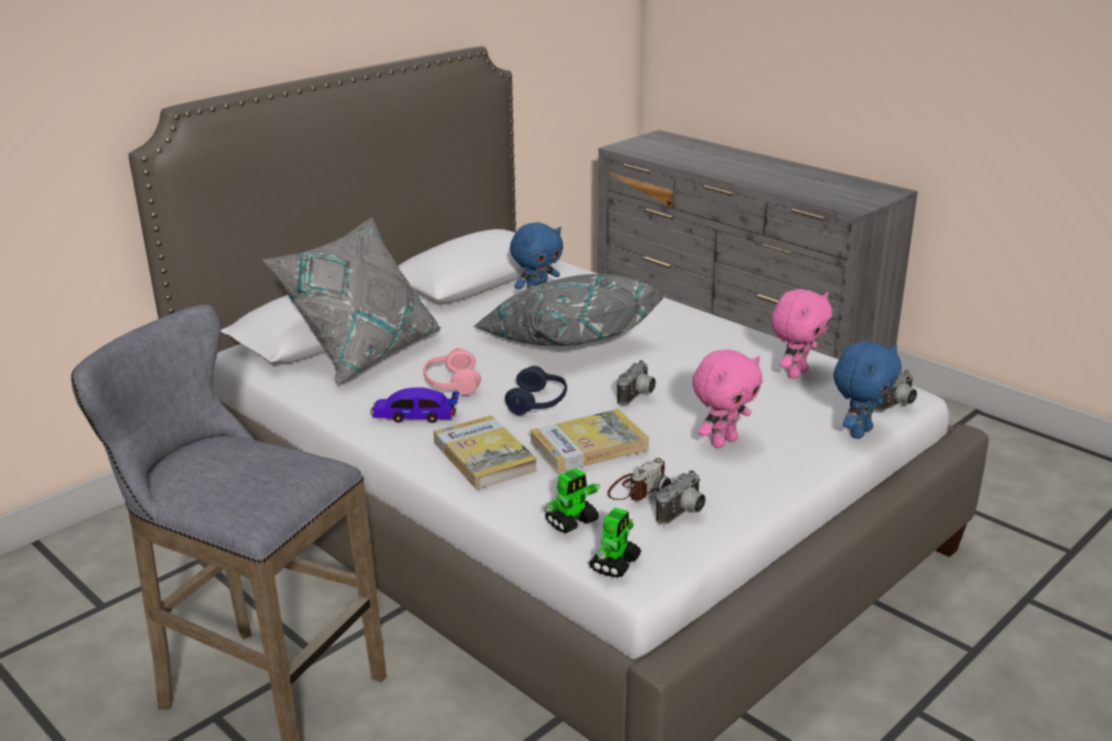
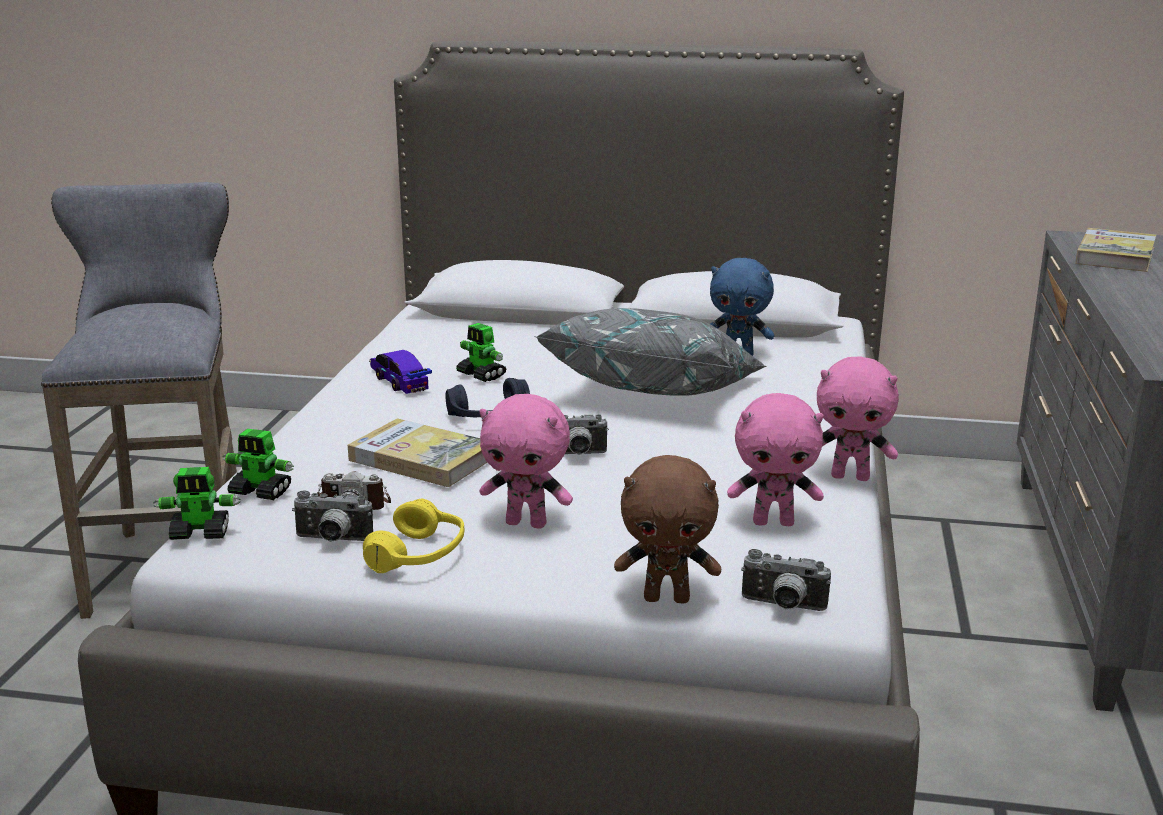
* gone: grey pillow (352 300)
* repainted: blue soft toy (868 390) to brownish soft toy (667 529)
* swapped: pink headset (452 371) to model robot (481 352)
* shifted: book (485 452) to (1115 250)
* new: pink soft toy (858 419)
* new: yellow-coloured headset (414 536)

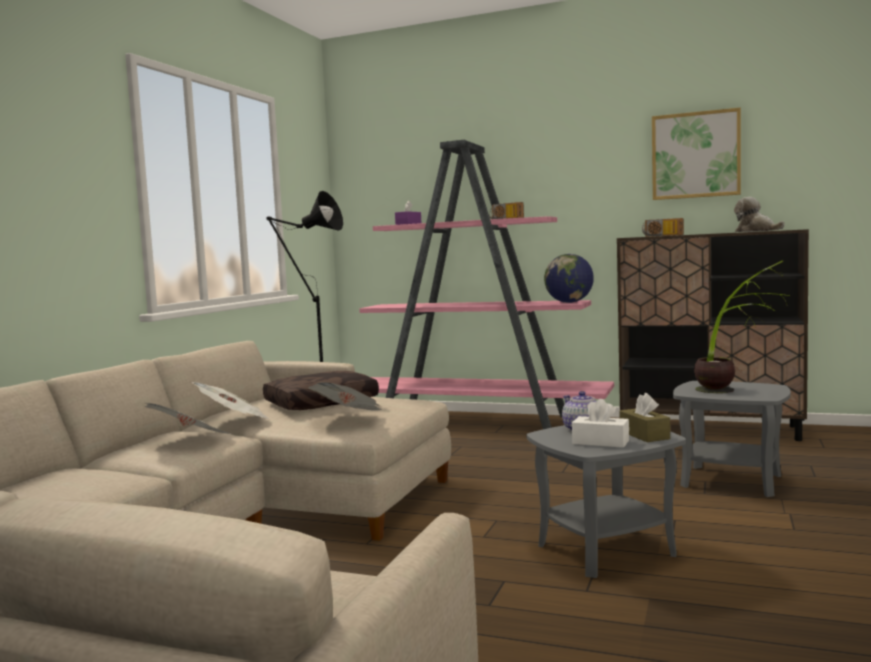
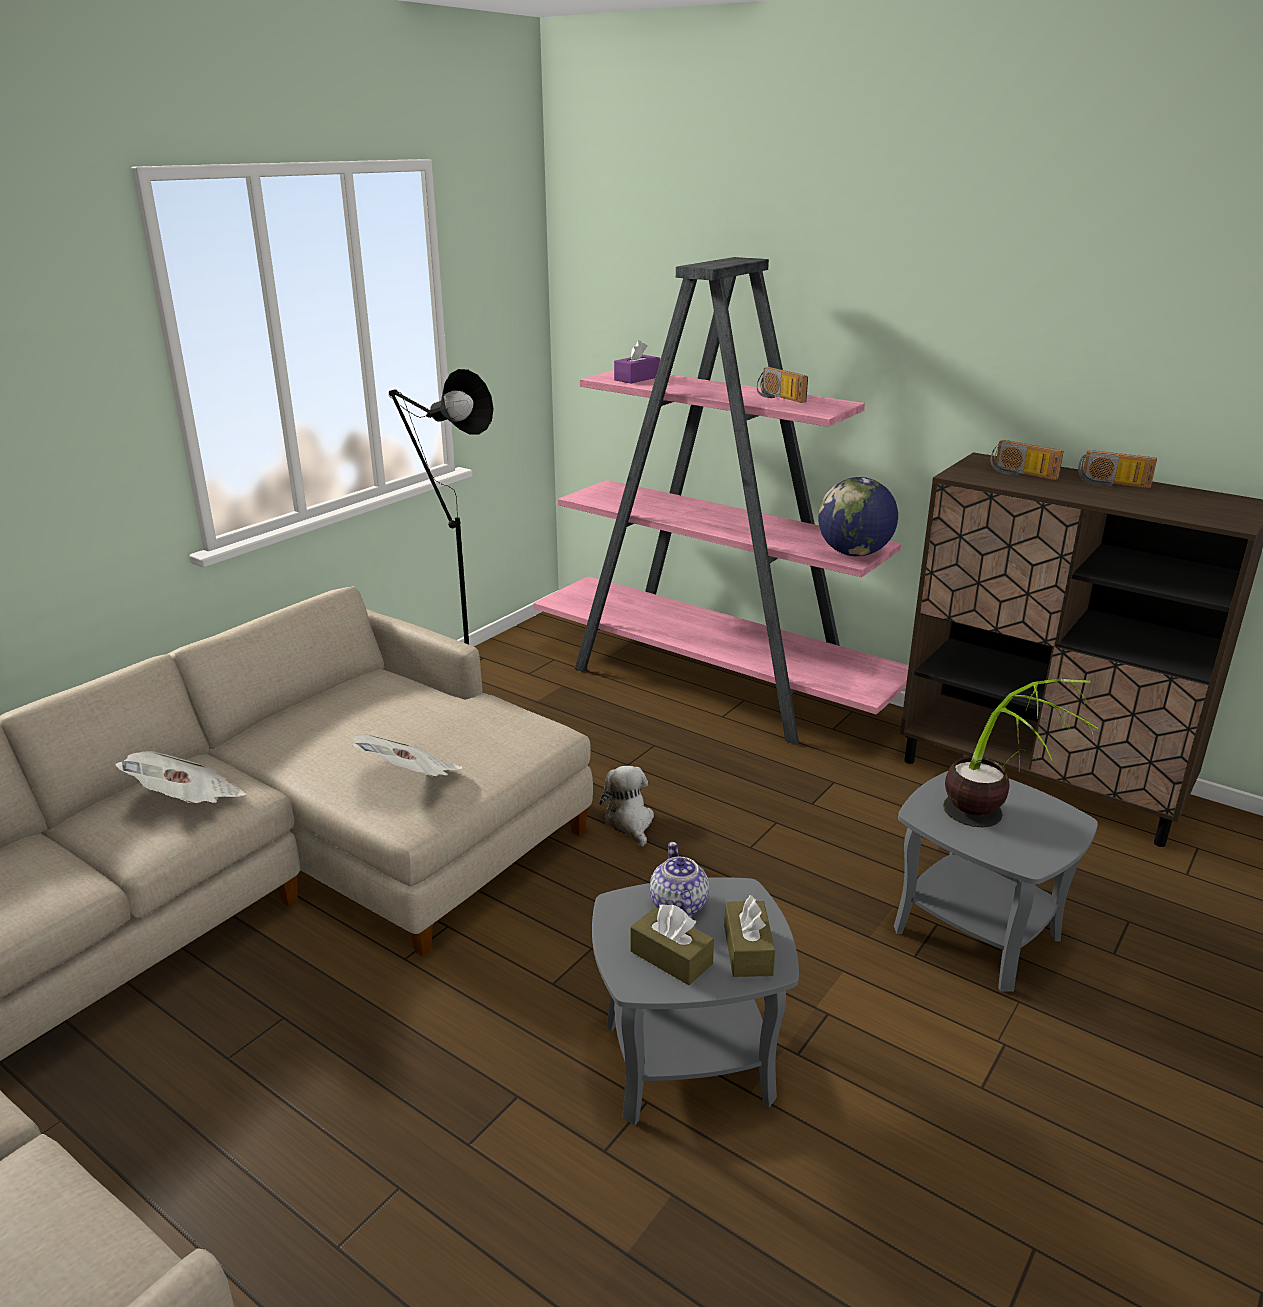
* gone: wall picture (696 153)
* shifted: soft toy (759 214) to (626 806)
* gone: brownish pillow (321 390)
* gone: newspaper (230 400)
* repainted: white box of tissues (600 423) to brownish box of tissues (672 944)
* new: radio (1117 469)

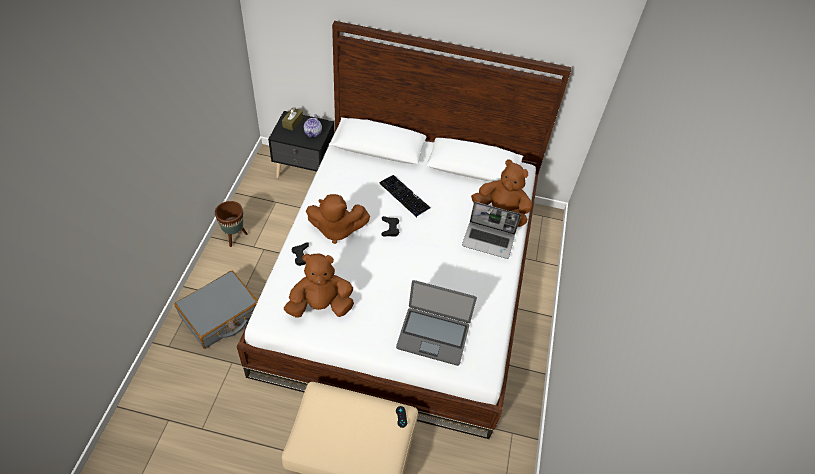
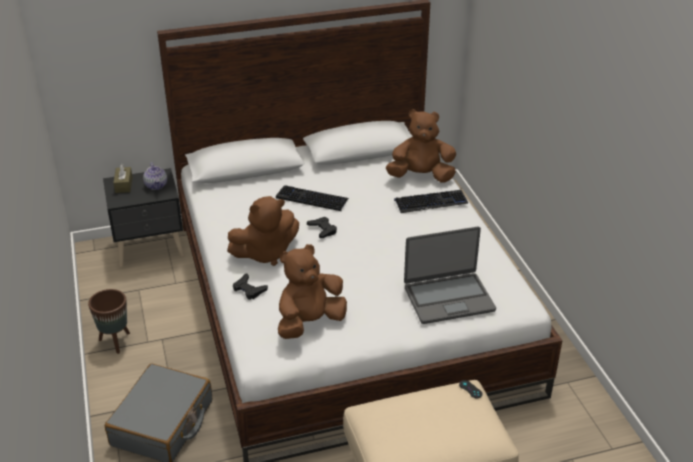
* swapped: laptop (491 230) to PC keyboard (431 201)

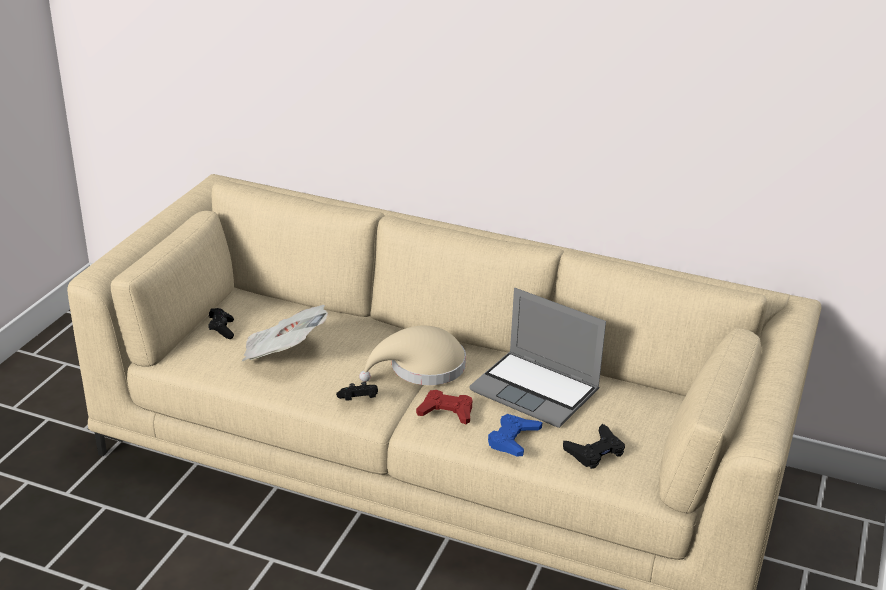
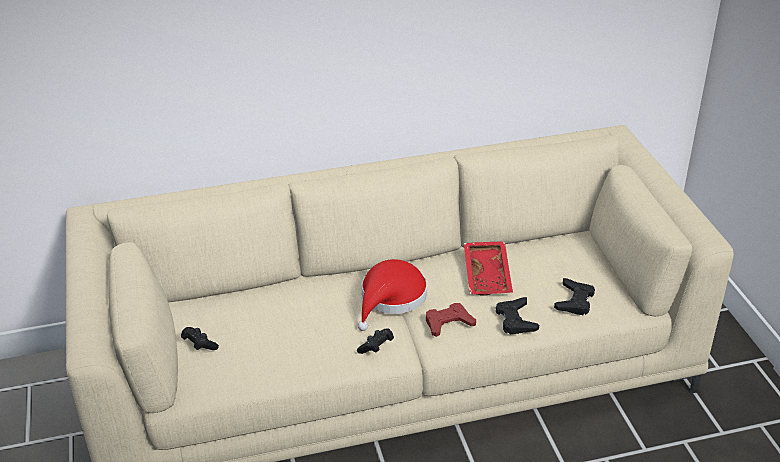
* swapped: laptop (538 358) to reddish tray (488 268)
* gone: newspaper (285 333)
* repainted: sand-coloured clothing hat (412 355) to reddish clothing hat (392 295)
* repainted: blue game controller (515 435) to blackish game controller (517 316)

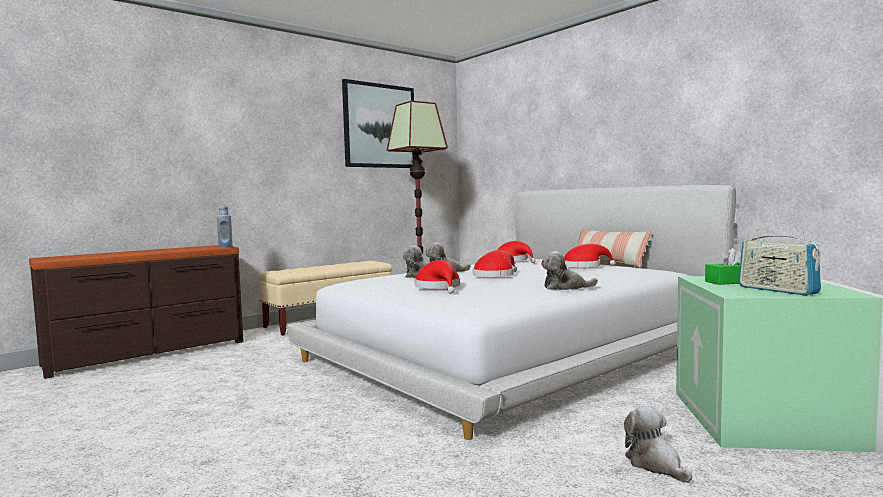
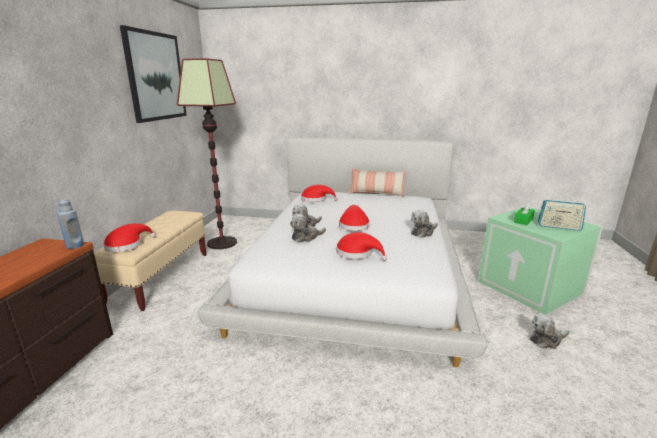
* shifted: reddish clothing hat (590 256) to (129 237)
* rotated: soft toy (658 444) = (549 331) 45 degrees counterclockwise

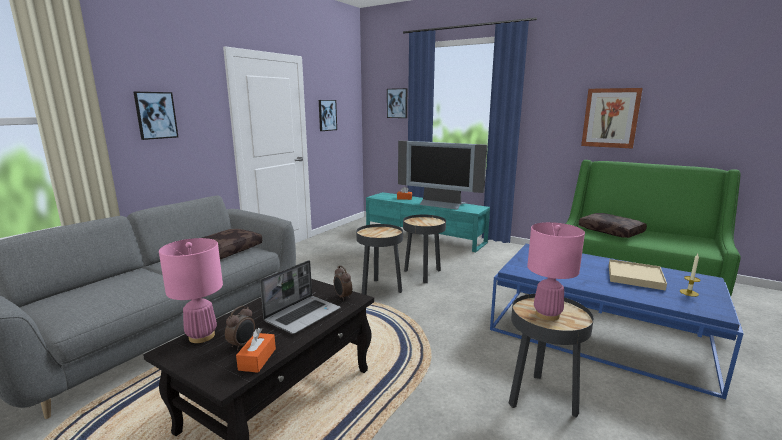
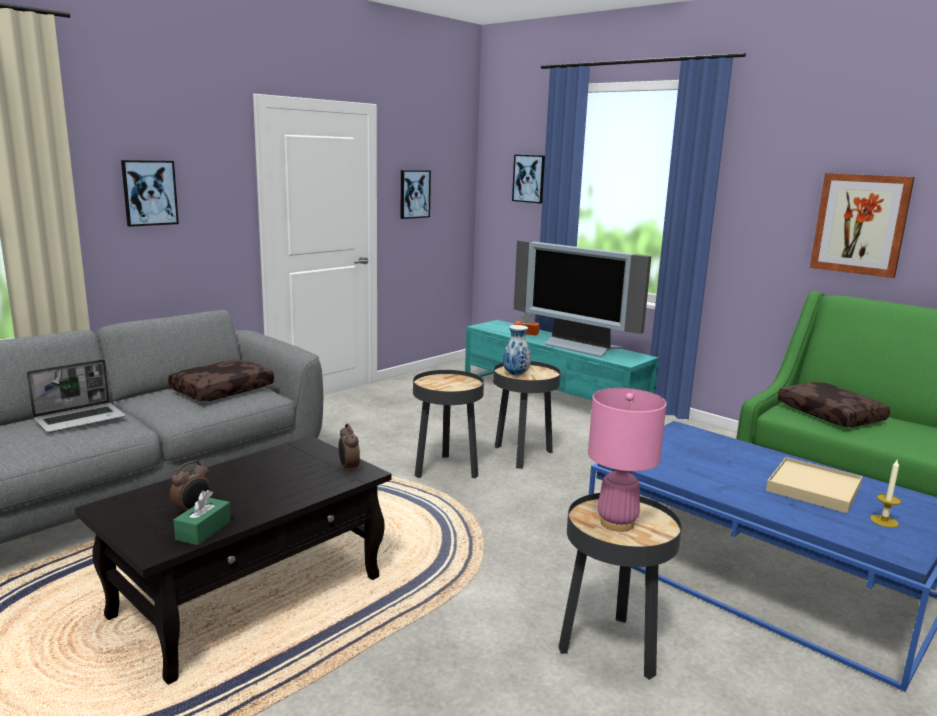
* gone: pink tabletop lamp (191 290)
* shifted: laptop (300 297) to (76 396)
* repainted: orange box of tissues (256 350) to green-coloured box of tissues (202 517)
* new: vase (517 350)

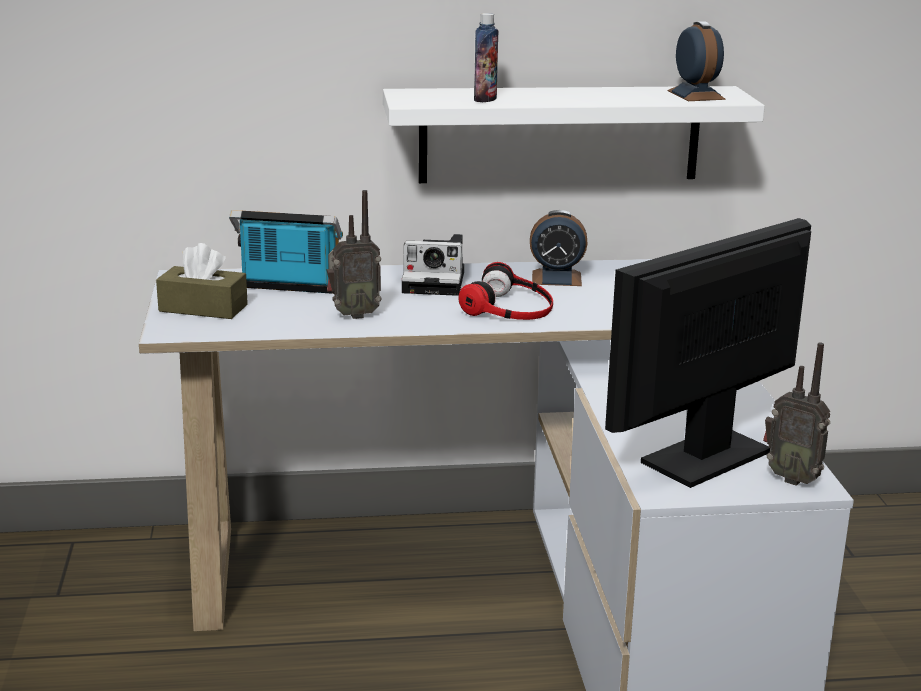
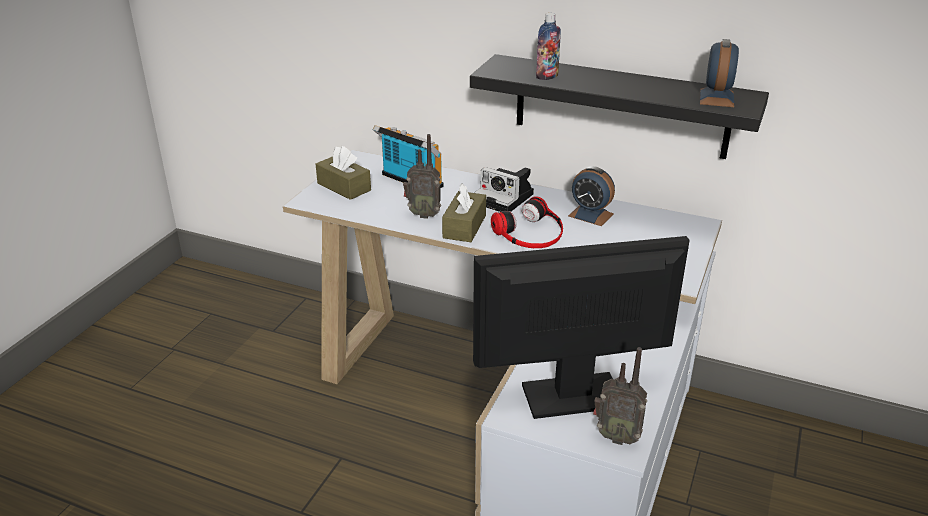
* repainted: white shelf (574 134) to blackish shelf (619 106)
* rotated: radio (797 414) = (620 396) 45 degrees counterclockwise
* new: brownish box of tissues (464 212)

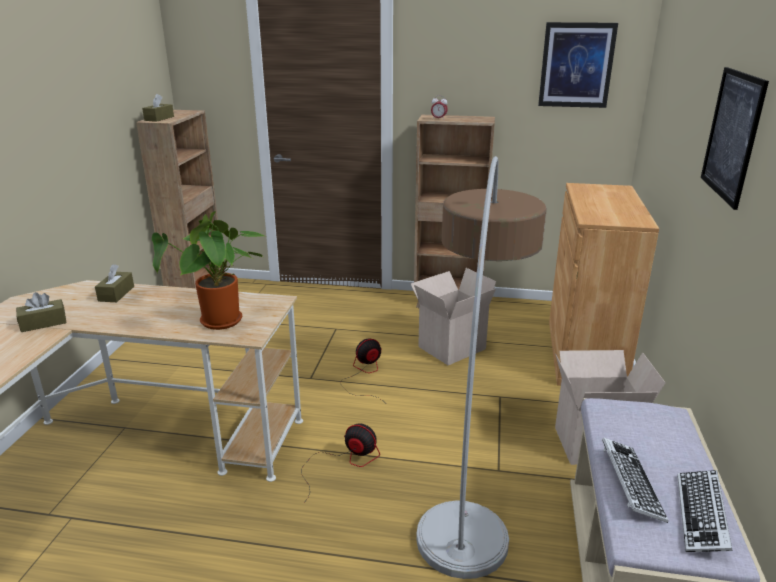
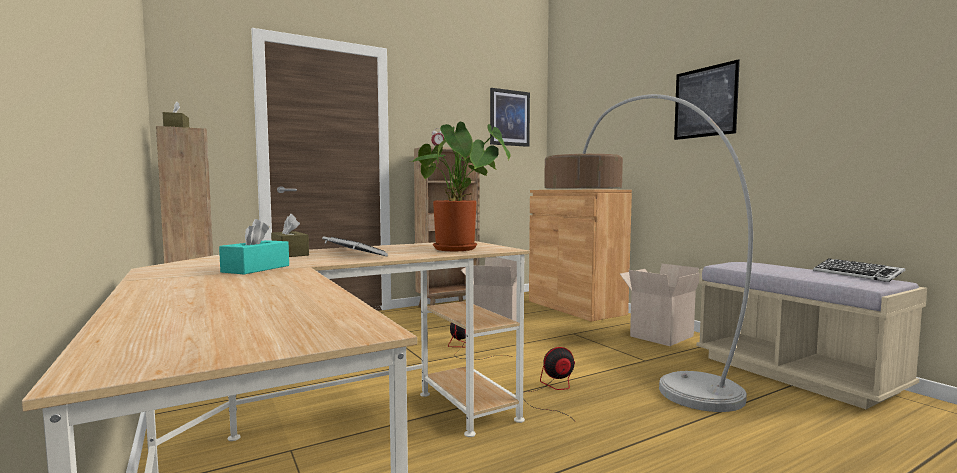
* repainted: brownish box of tissues (41 312) to blue-green box of tissues (254 246)
* shifted: PC keyboard (635 480) to (355 246)

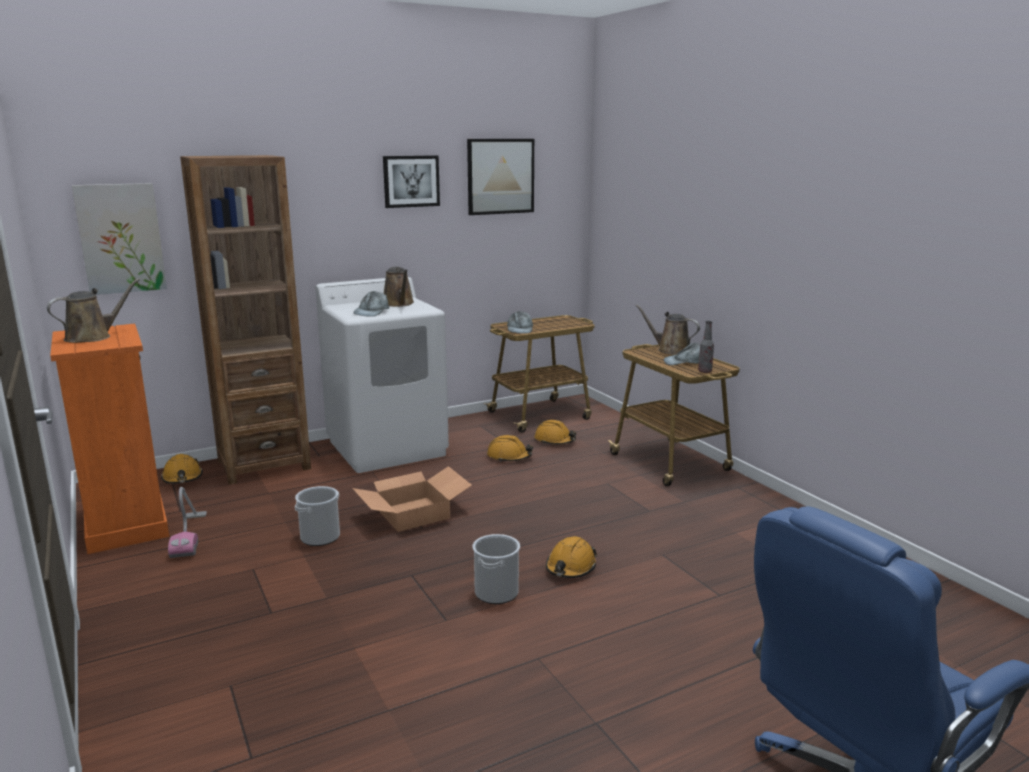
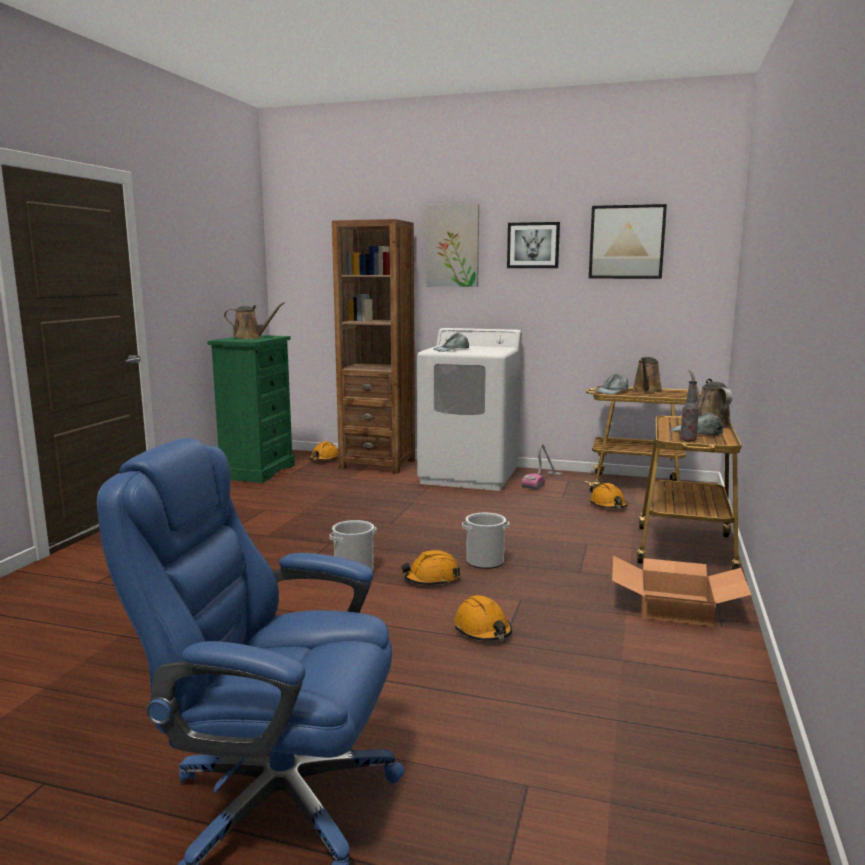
* shifted: wall picture (119 239) to (452 245)
* shifted: brownish watering can (399 287) to (647 374)
* repainted: orange dresser (109 439) to green-coloured dresser (251 409)
* shifted: orange work helmet (510 448) to (483 618)
* shifted: cardboard box (412 499) to (681 591)
* shifted: water bucket (317 516) to (486 541)
* shifted: vacuum (187 522) to (542 467)

